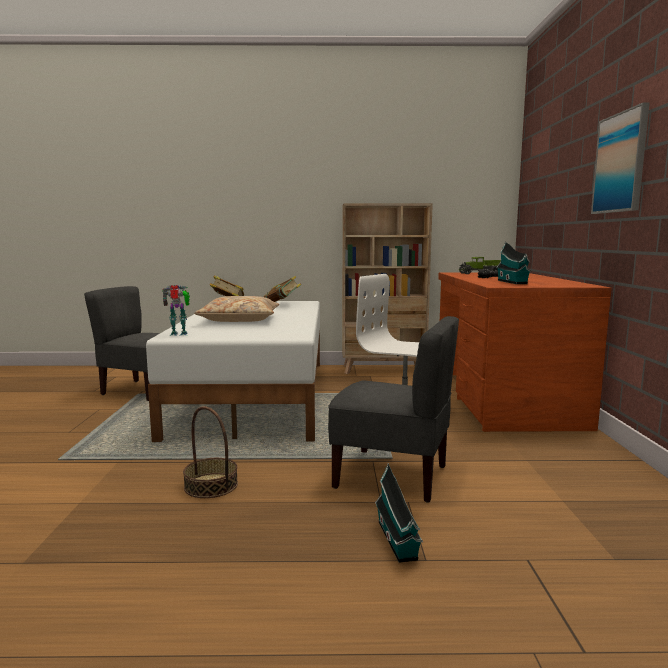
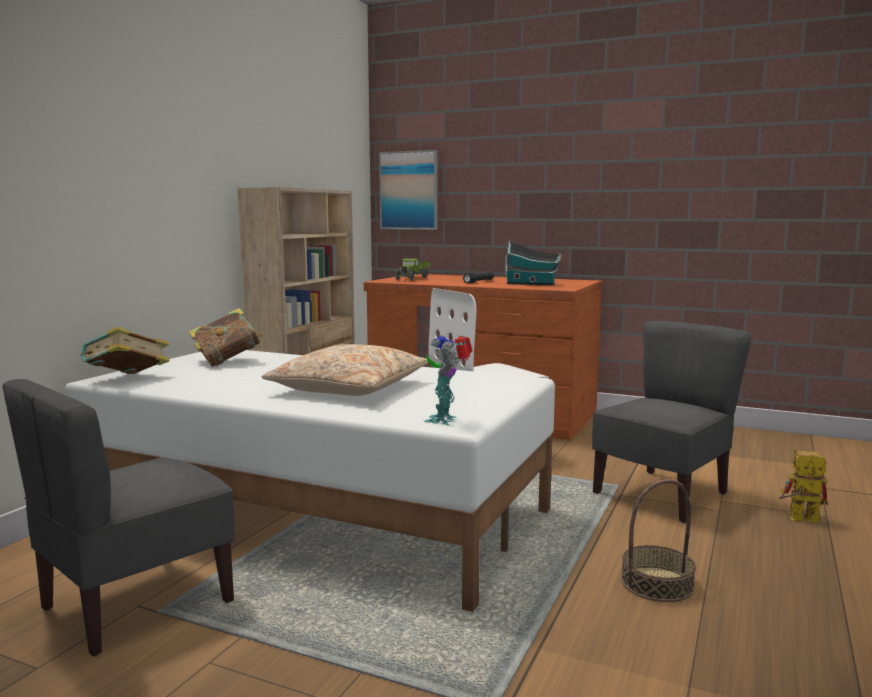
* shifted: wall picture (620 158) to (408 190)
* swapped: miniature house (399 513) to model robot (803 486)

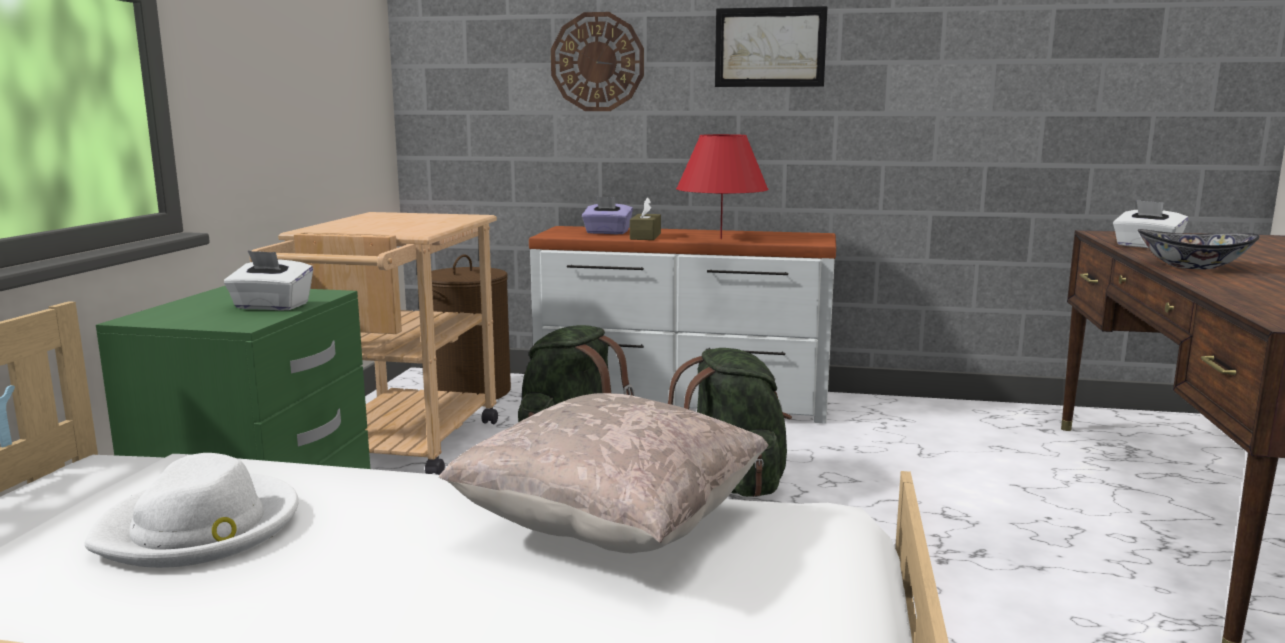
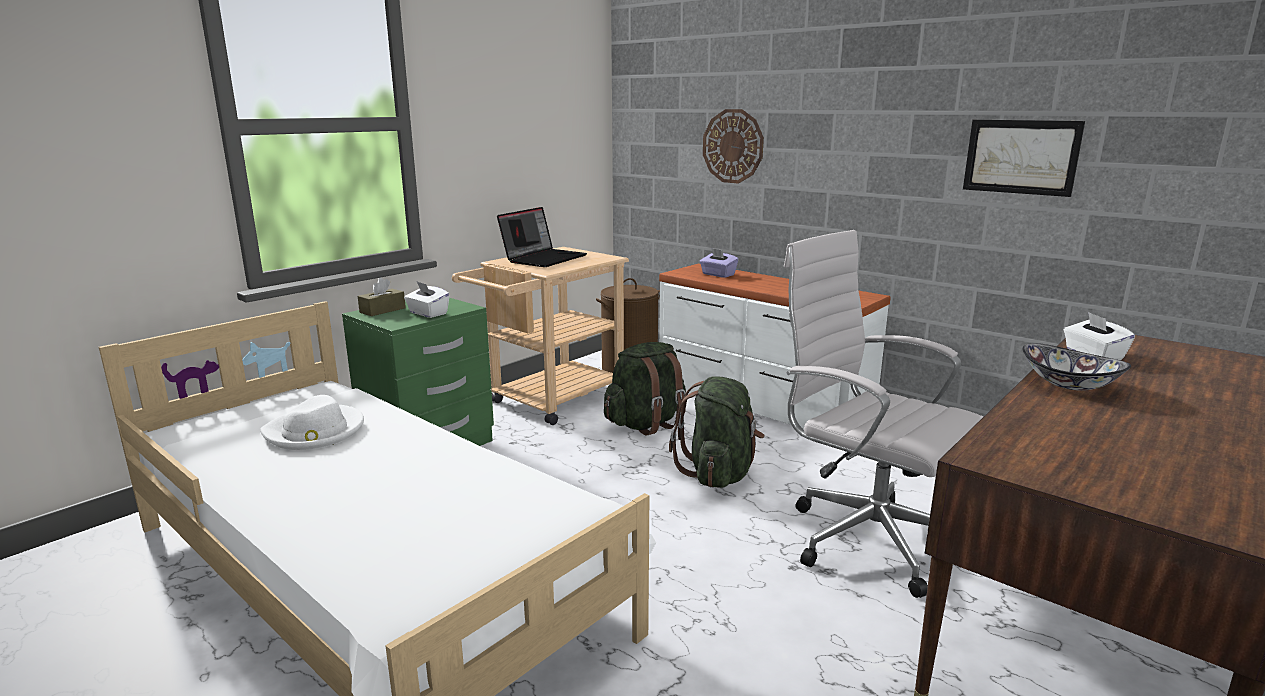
* shifted: wall picture (771 46) to (1024 158)
* gone: reddish tabletop lamp (722 186)
* shifted: brownish box of tissues (645 218) to (382 296)
* gone: sand-coloured pillow (604 473)
* new: laptop (542 237)
* new: white office chair (883 414)

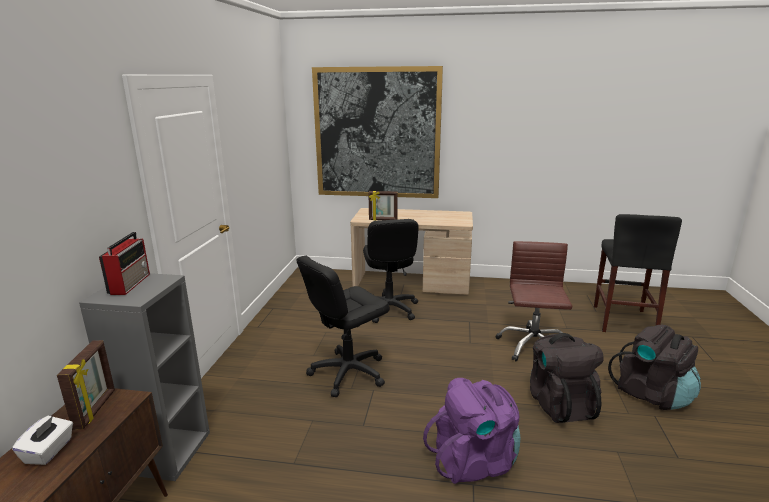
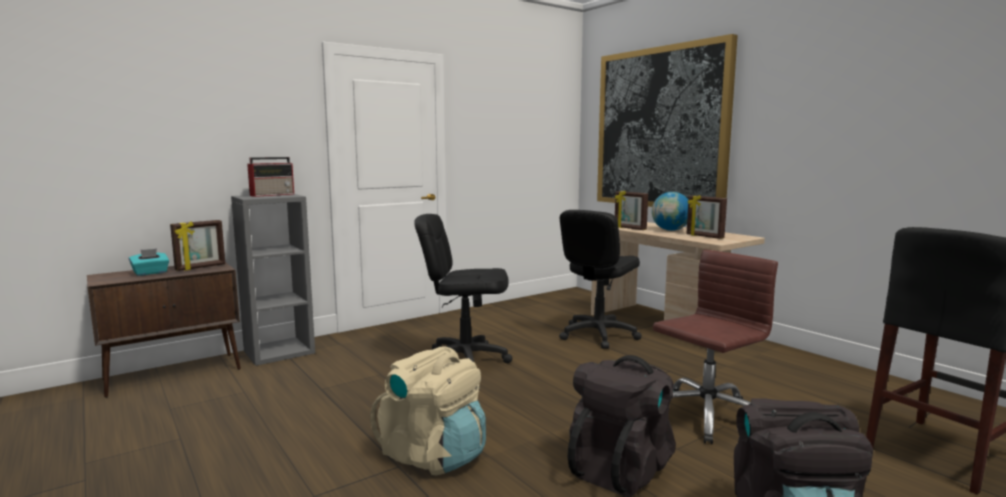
* repainted: purple-coloured knapsack (472 431) to sand-coloured knapsack (428 411)
* repainted: white box of tissues (42 440) to blue-green box of tissues (149 262)
* new: globe (670 211)
* new: photo frame (706 217)

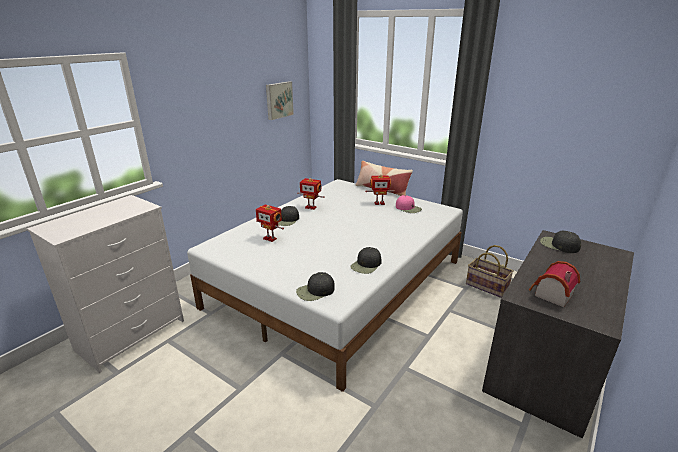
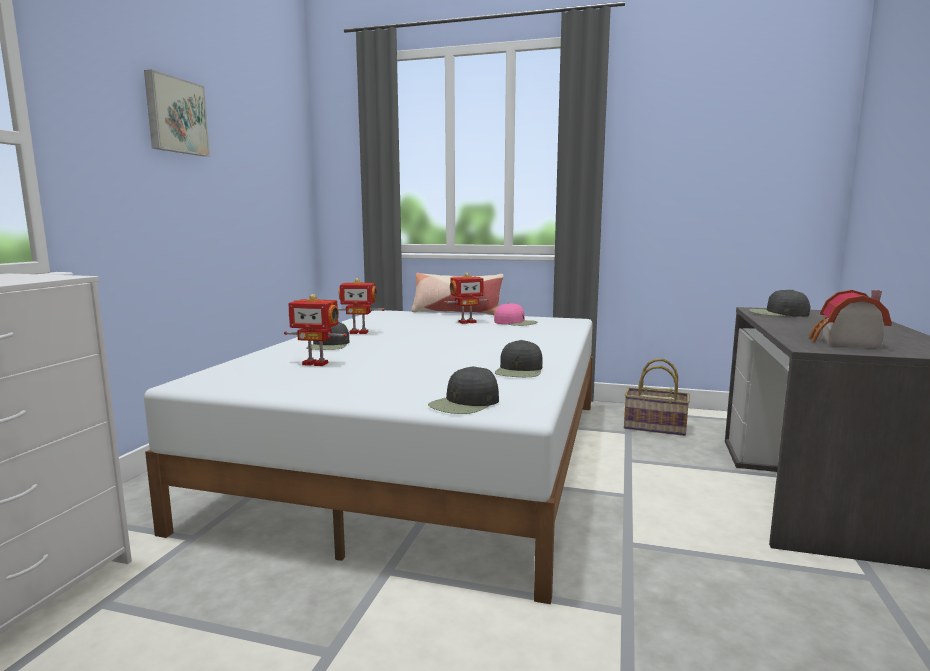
* shifted: wall picture (280 100) to (177 112)

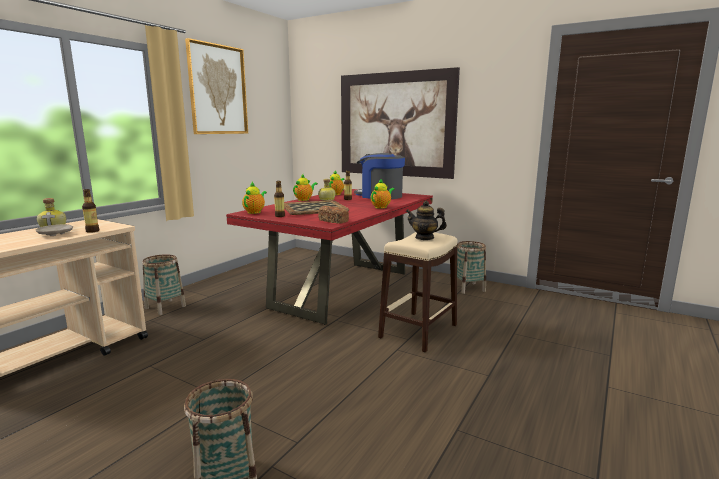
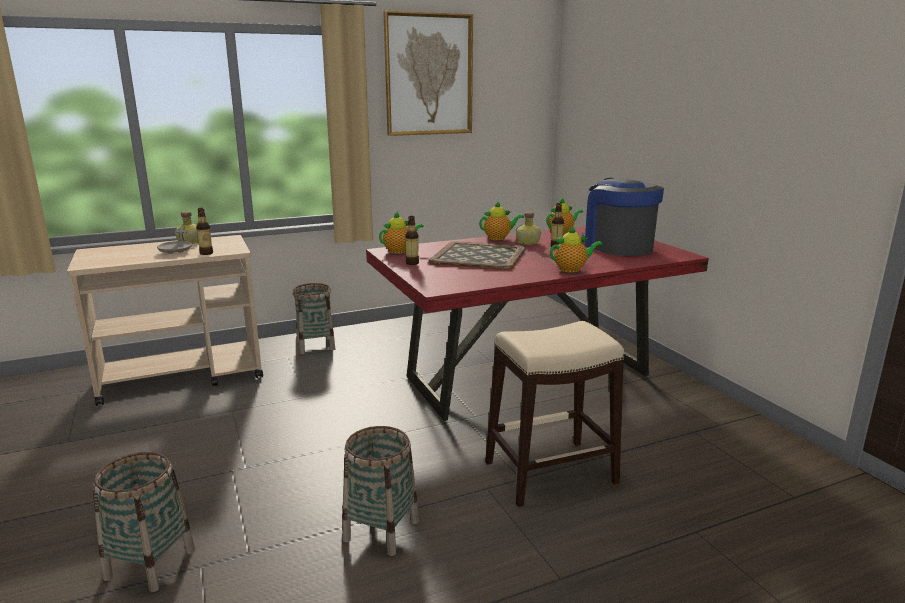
* gone: wall picture (400 123)
* gone: teapot (426 220)
* gone: bread (333 215)
* shifted: storage basket (471 267) to (380 491)

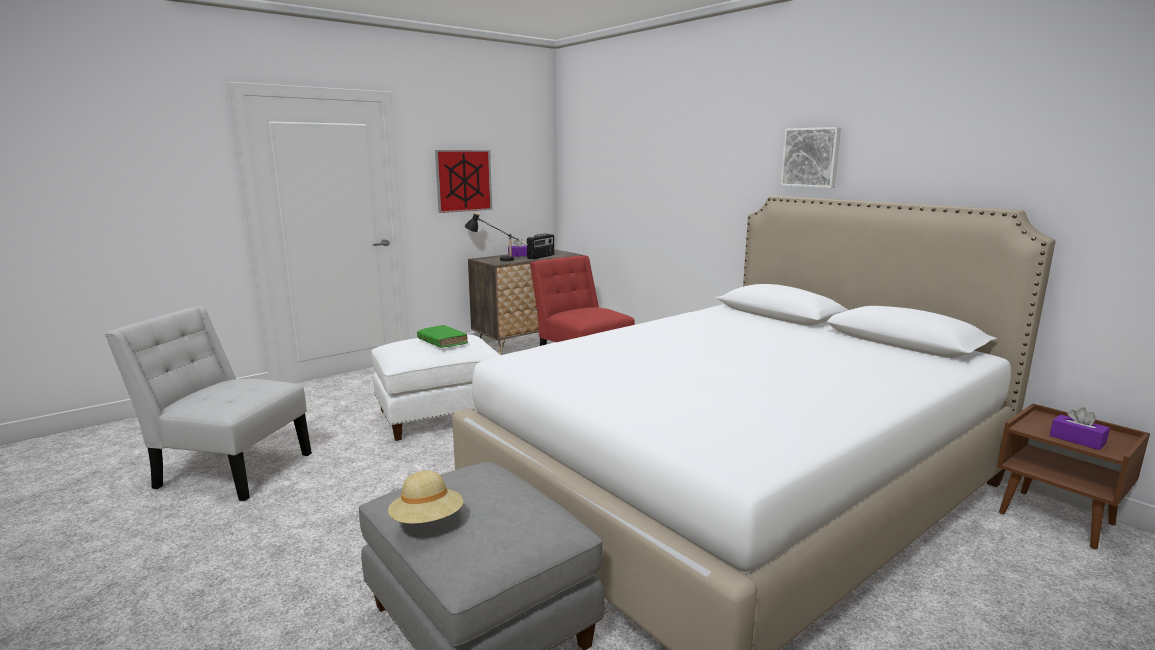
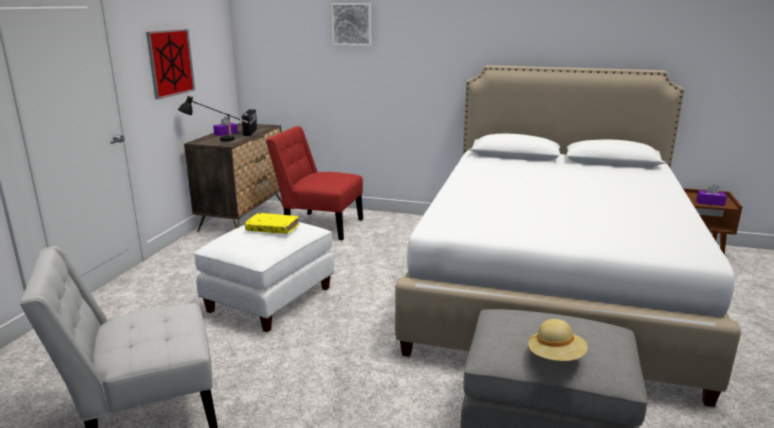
* shifted: wall picture (810 157) to (351 25)
* repainted: green-coloured book (442 336) to yellow-coloured book (272 223)

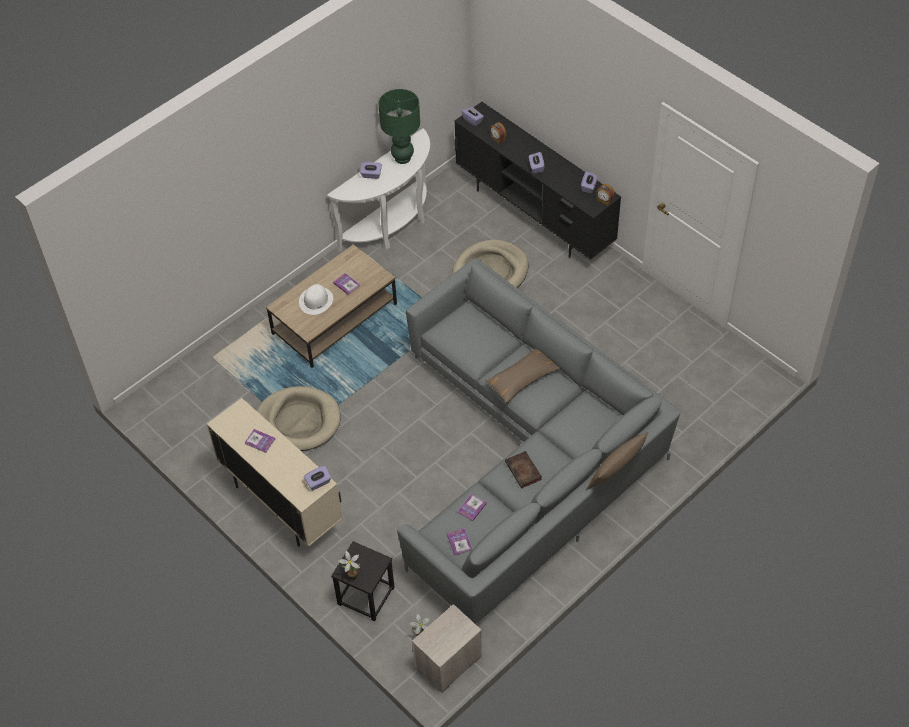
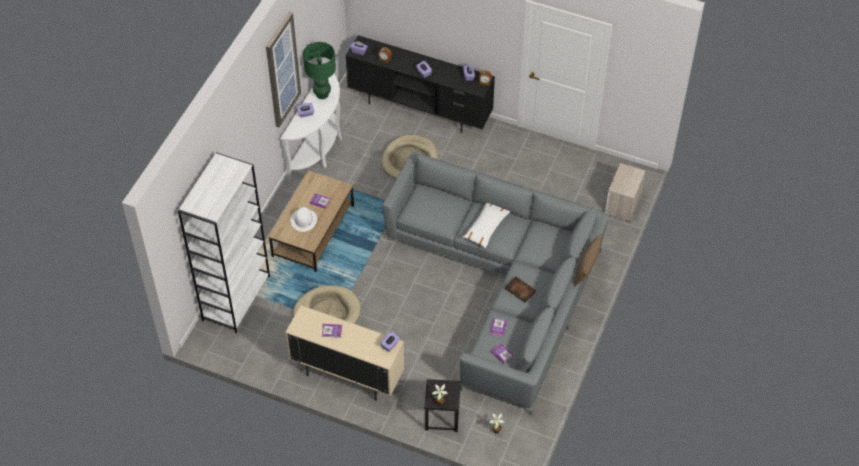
* repainted: brownish pillow (522 376) to white pillow (486 225)
* shifted: night table (447 648) to (625 192)
* new: wall picture (283 69)
* new: white bookshelf (224 243)

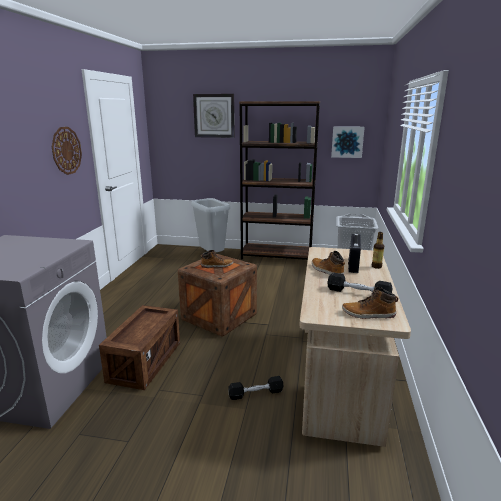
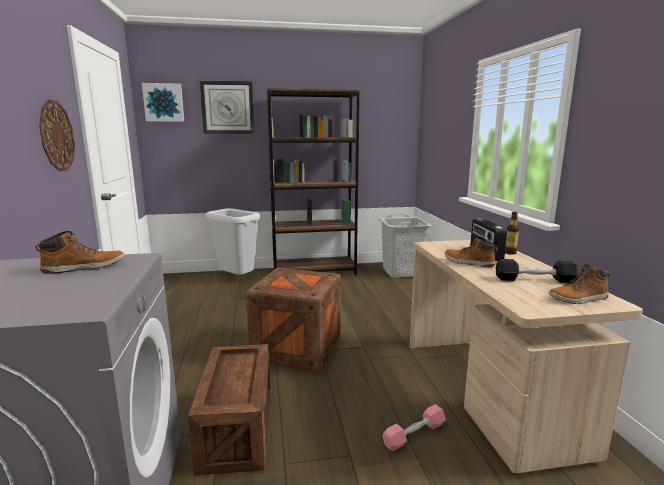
* shifted: wall picture (348 142) to (163 102)
* shifted: boot (217 259) to (79 252)
* repainted: blackish free weight (256 388) to pink free weight (414 427)

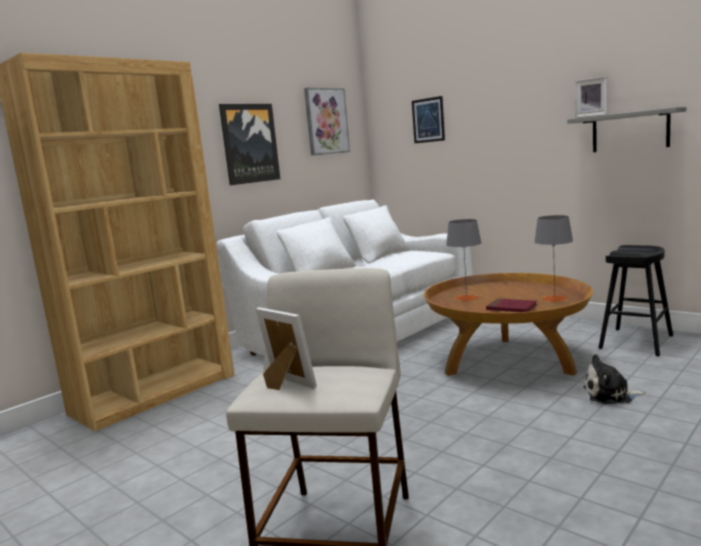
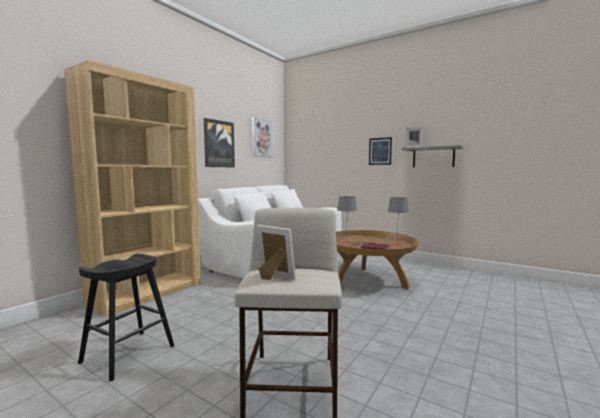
* shifted: wall picture (428 119) to (380 151)
* shifted: blackish sitting stool (635 300) to (126 317)
* gone: soft toy (614 379)

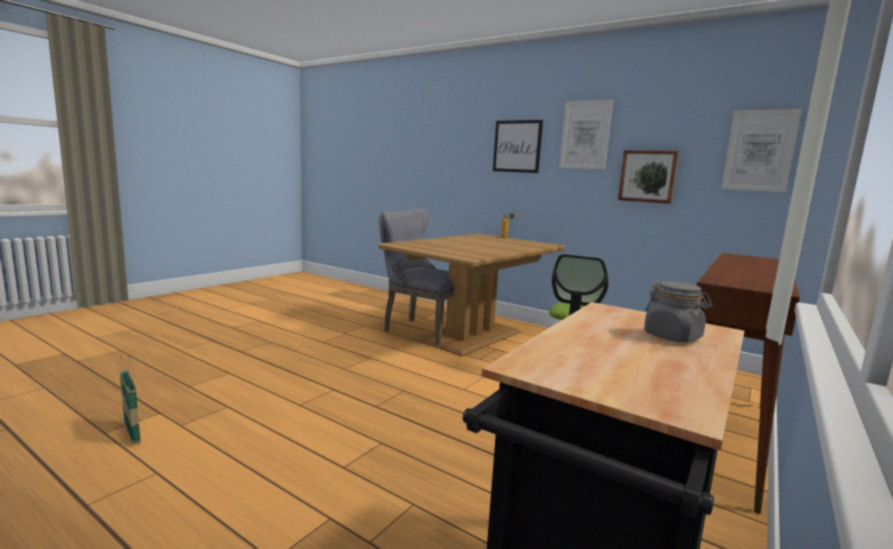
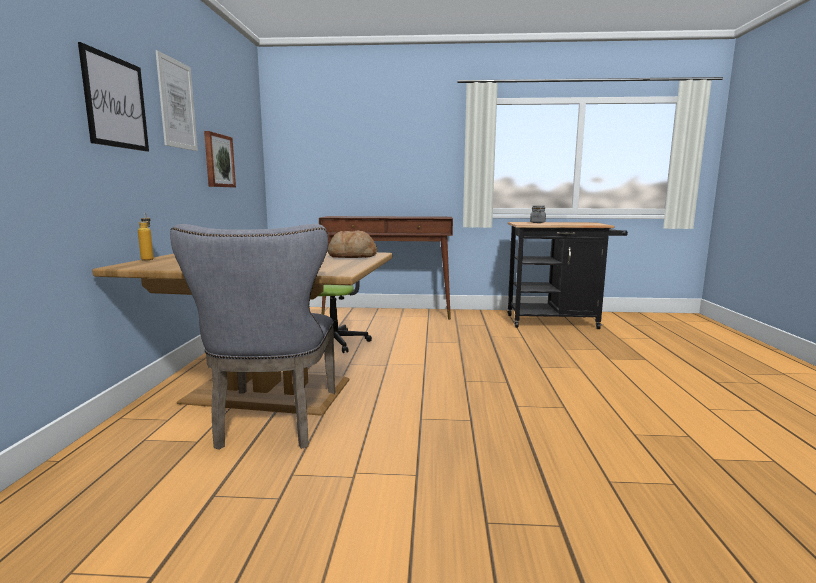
* gone: wall picture (761 150)
* gone: storage basket (130 399)
* new: bread (352 244)

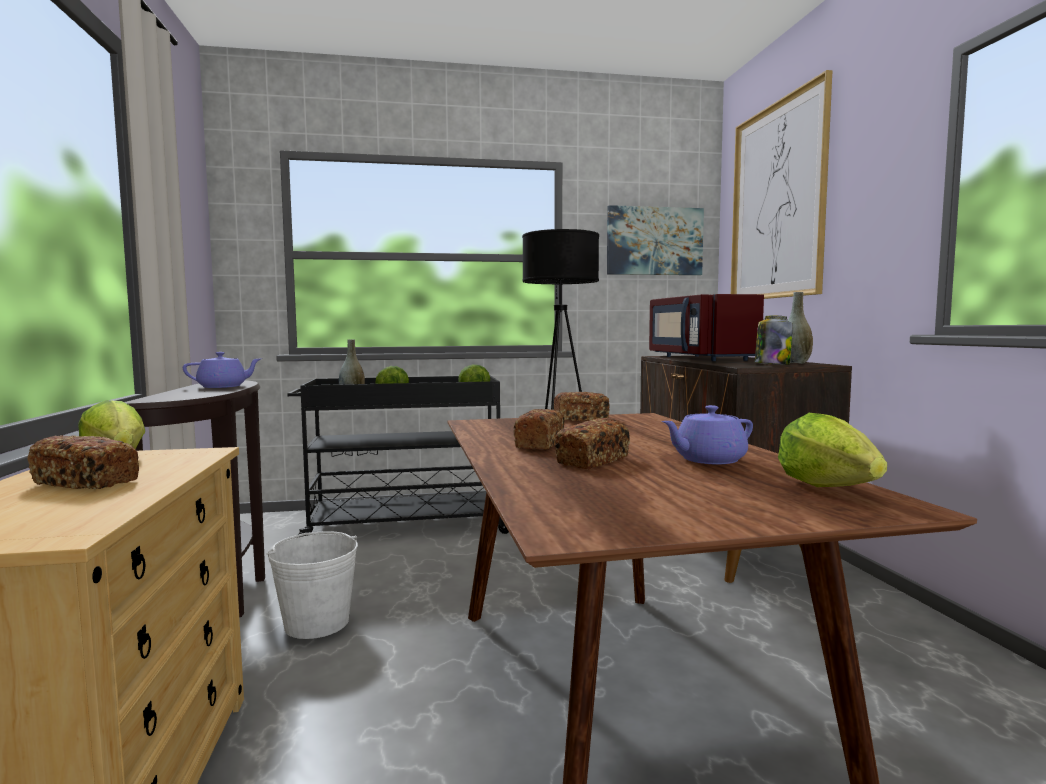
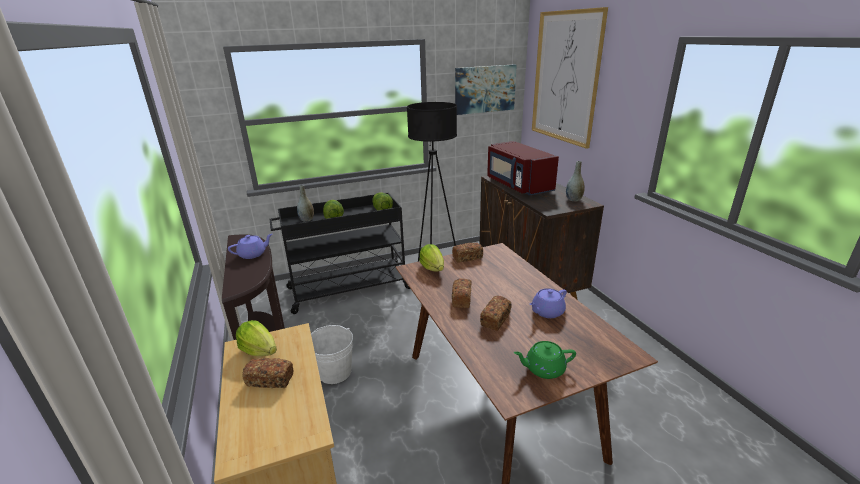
* gone: preserve jar (774 340)
* shifted: lettuce (832 450) to (431 257)
* new: green-coloured teapot (545 360)

